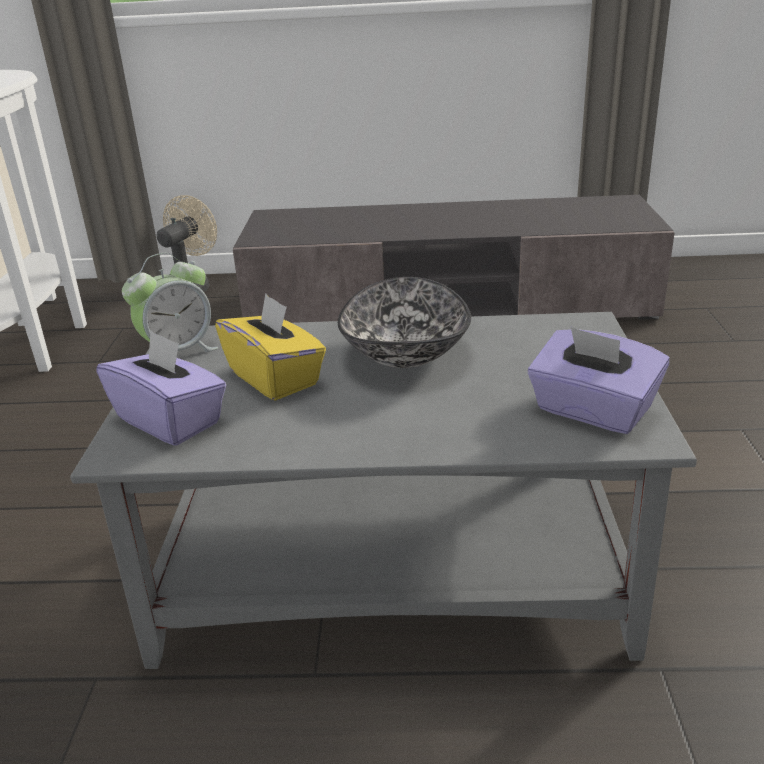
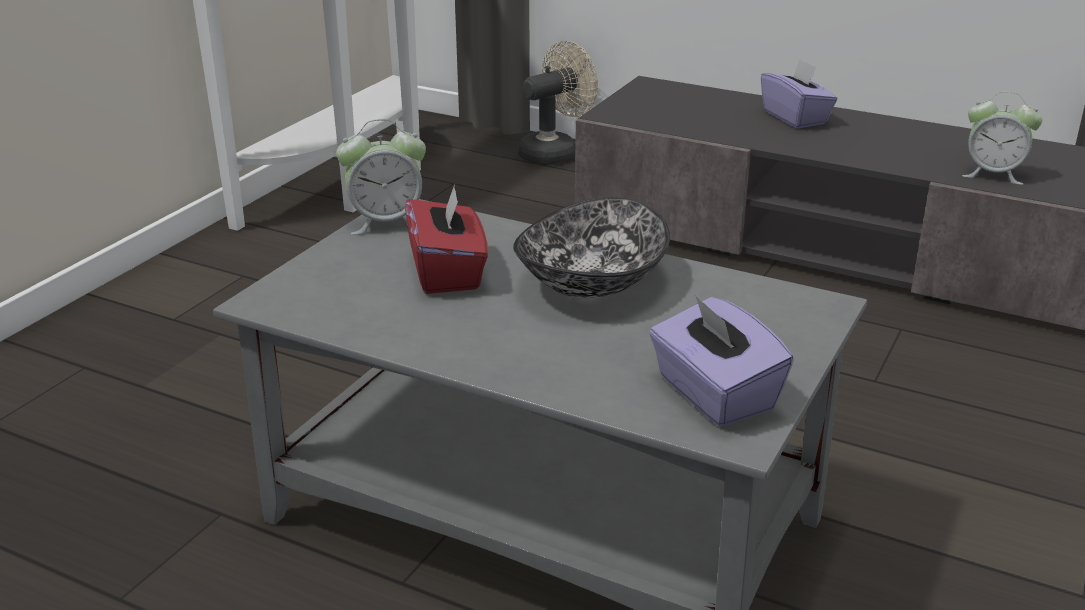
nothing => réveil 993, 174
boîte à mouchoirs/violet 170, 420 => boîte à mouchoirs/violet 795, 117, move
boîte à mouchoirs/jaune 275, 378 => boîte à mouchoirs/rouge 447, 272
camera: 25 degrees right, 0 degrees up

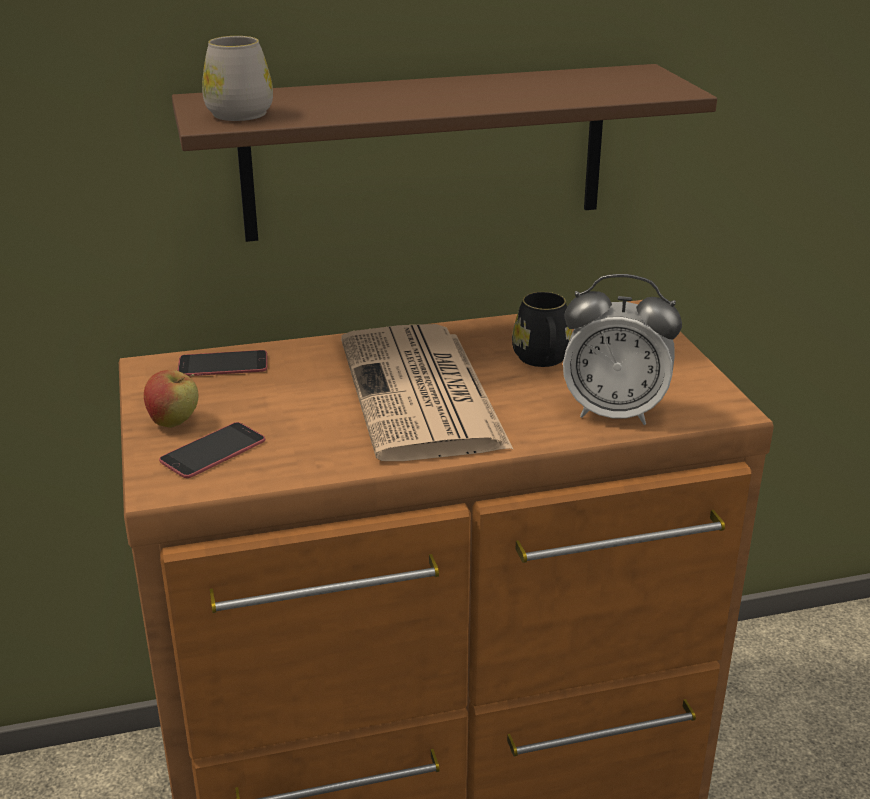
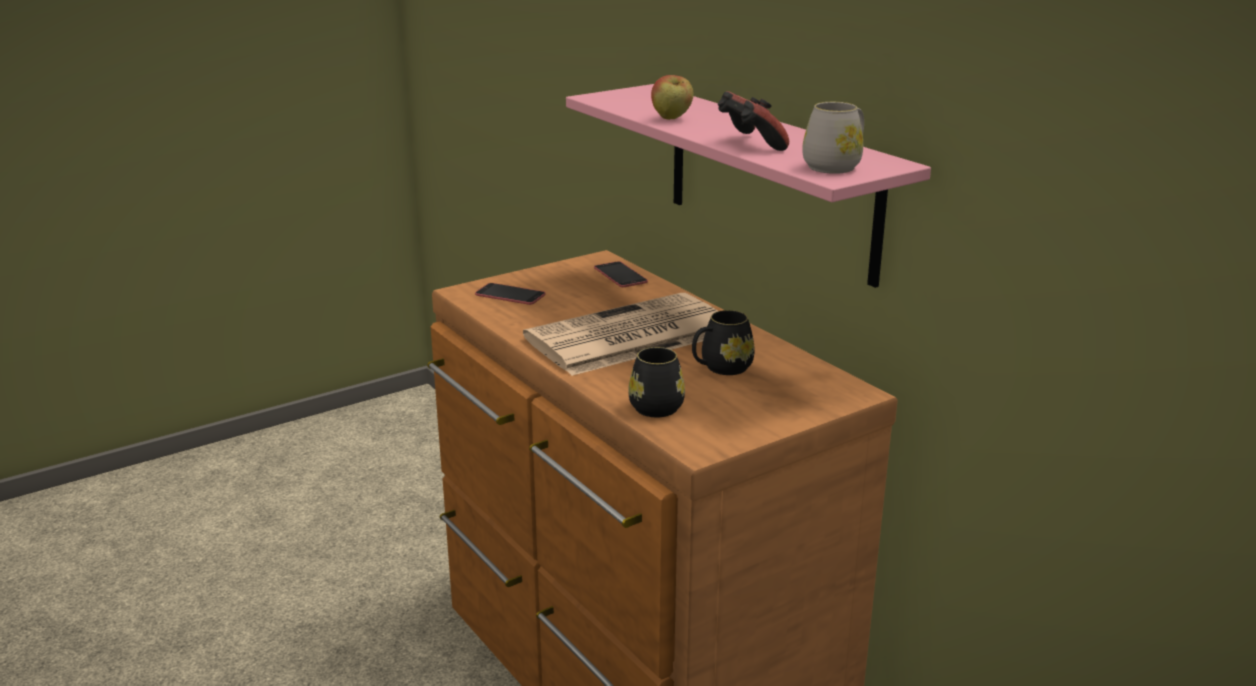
nothing => manette 749, 144
pomme 174, 423 => pomme 672, 119, move
mug/blanc 237, 111 => mug/blanc 836, 166, move
réveil 614, 412 => mug/noir 655, 404
étagère/marron 425, 152 => étagère/rose 770, 181
camera: 70 degrees right, 5 degrees down

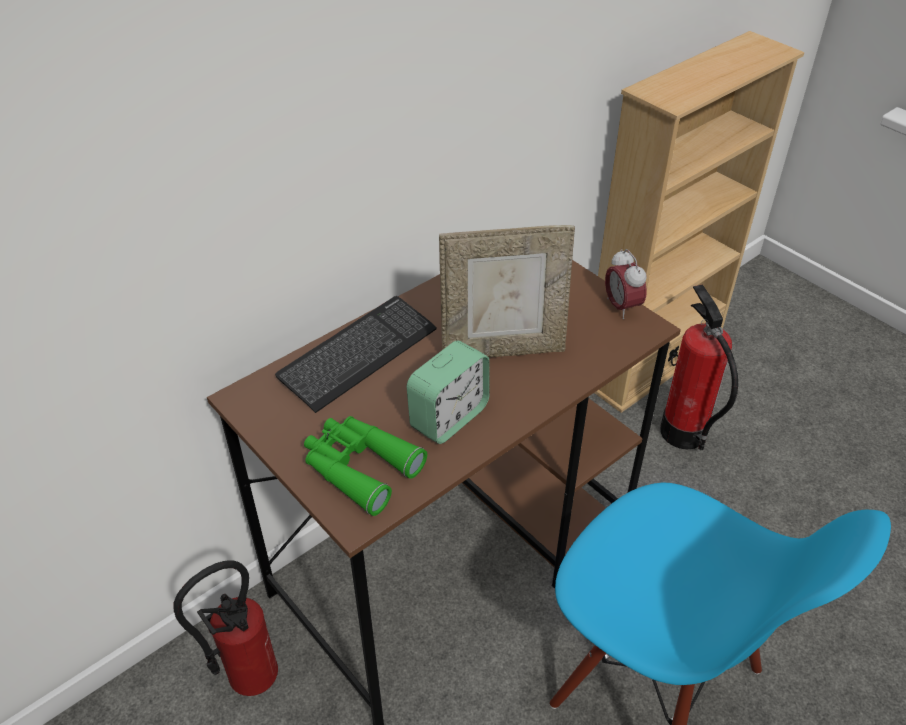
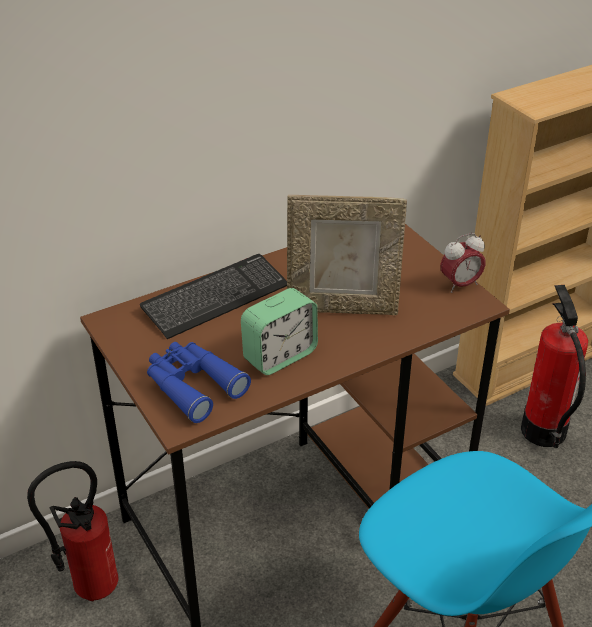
jumelles/vert 359, 468 => jumelles/bleu 192, 386
réveil 621, 307 => réveil 460, 285, 105 degrees counterclockwise
camera: 10 degrees right, 5 degrees down

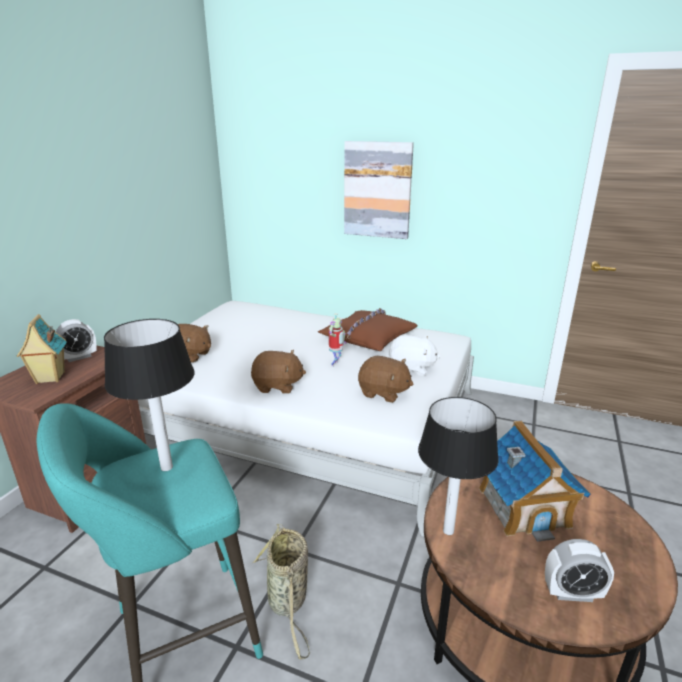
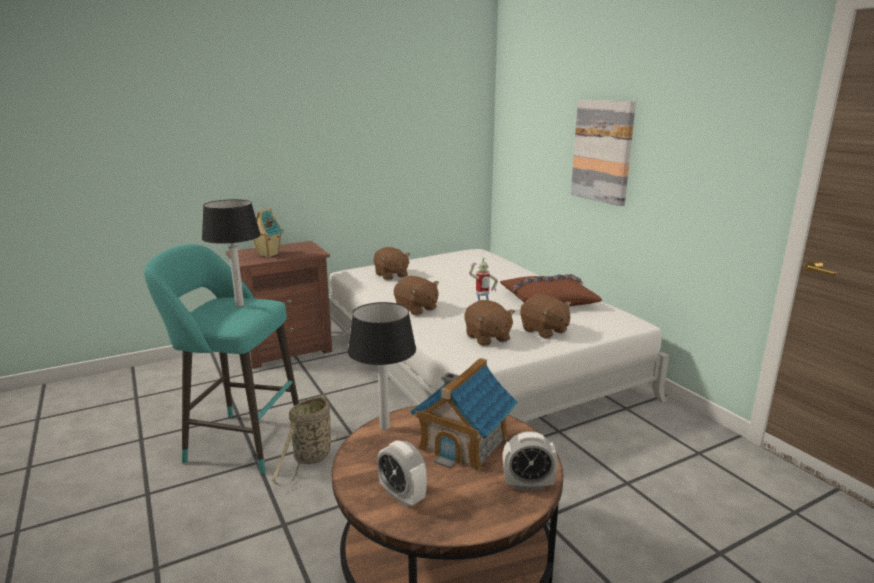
réveil 79, 357 => réveil 528, 484, move
peluche/blanc 411, 368 => peluche/marron 544, 331
camera: 40 degrees right, 5 degrees down

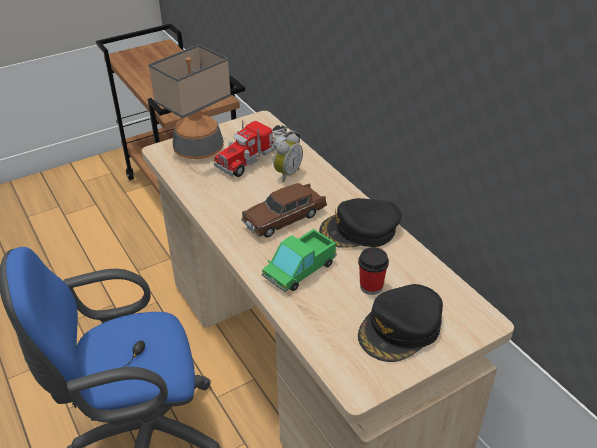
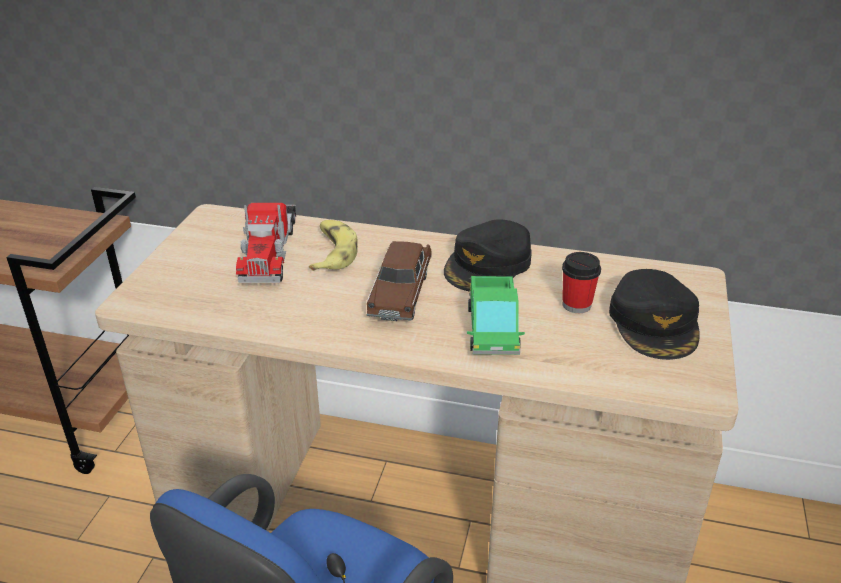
lampe de table 199, 149 => nothing
réveil 286, 174 => banane 332, 252
camera: 45 degrees left, 5 degrees down

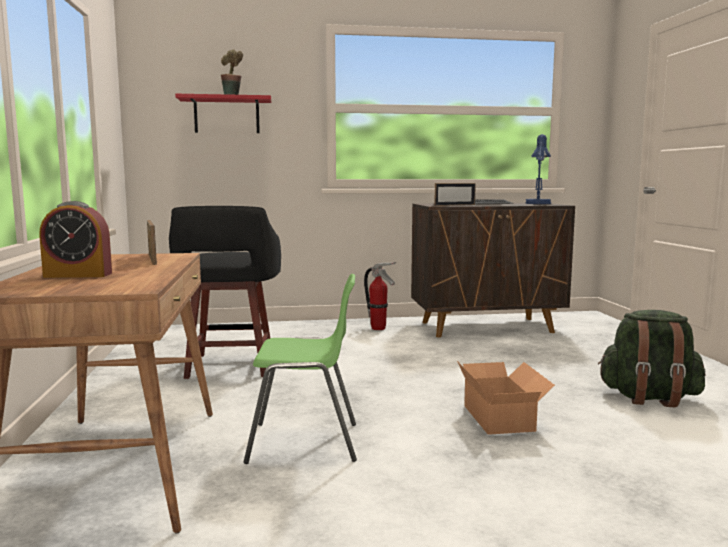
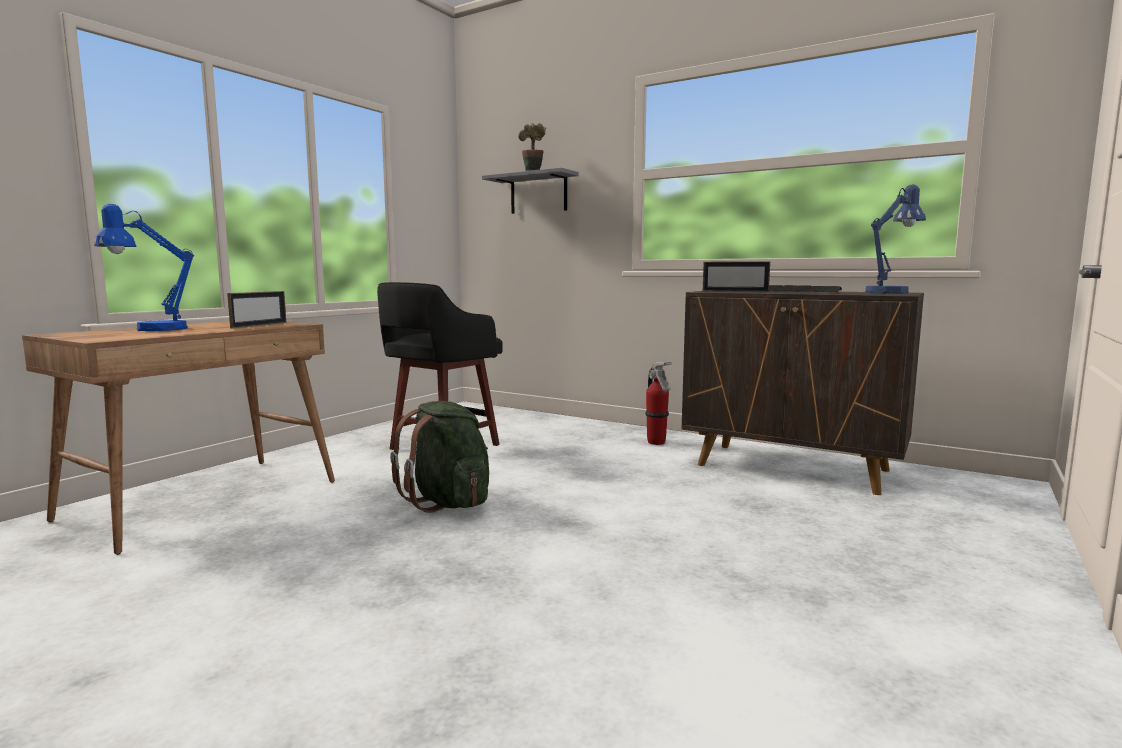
chaise/vert 305, 443 => nothing
carton 500, 417 => nothing
sac à dos/vert 649, 398 => sac à dos/vert 448, 502, move
réveil 78, 275 => lampe de table/bleu 151, 330
étagère/rouge 226, 115 => étagère/gris 538, 194
camera: 40 degrees right, 0 degrees up

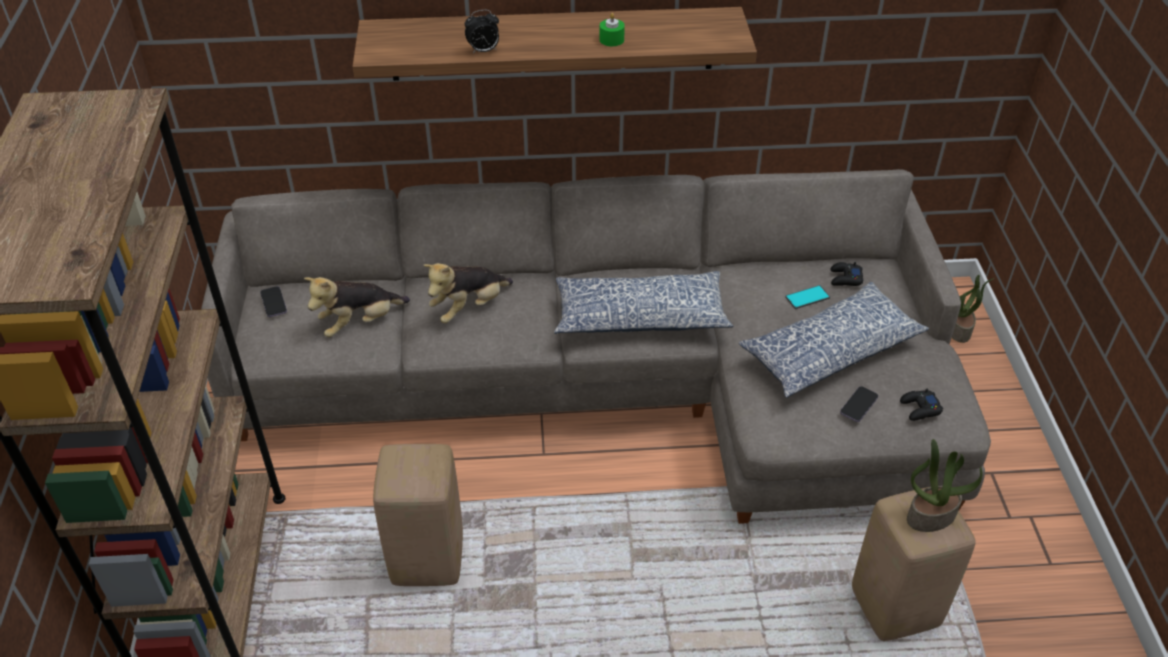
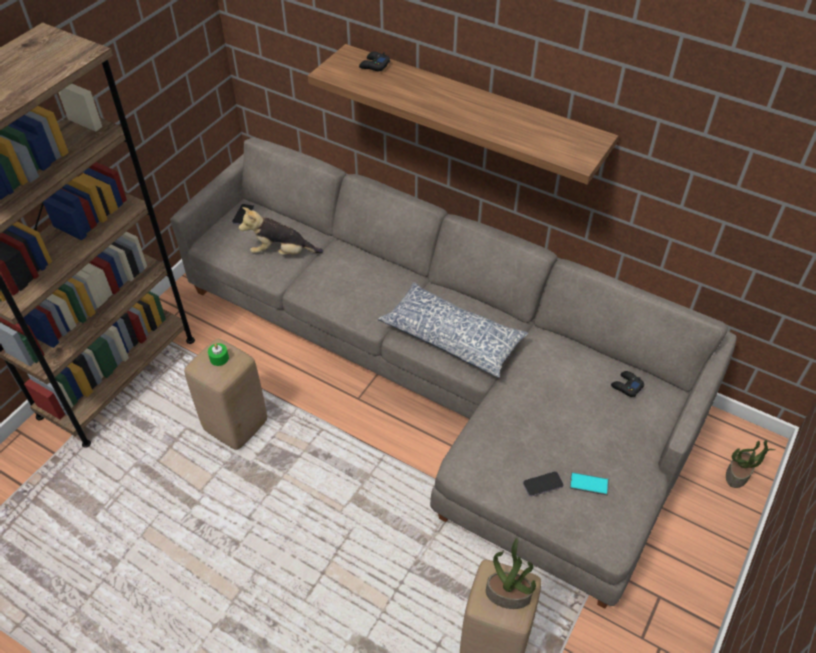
peluche 469, 307 => nothing
réveil 483, 51 => nothing
coussin 829, 351 => nothing
bougie/vert 611, 39 => bougie/vert 219, 358, move
téléphone 807, 297 => téléphone 589, 484, move
manette/noir 920, 409 => manette/noir 374, 65, move
camera: 35 degrees right, 5 degrees up

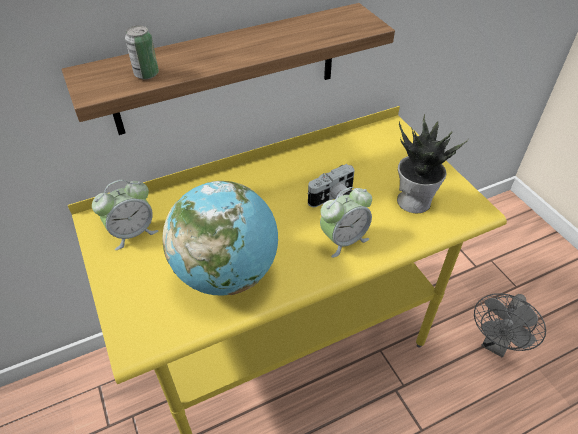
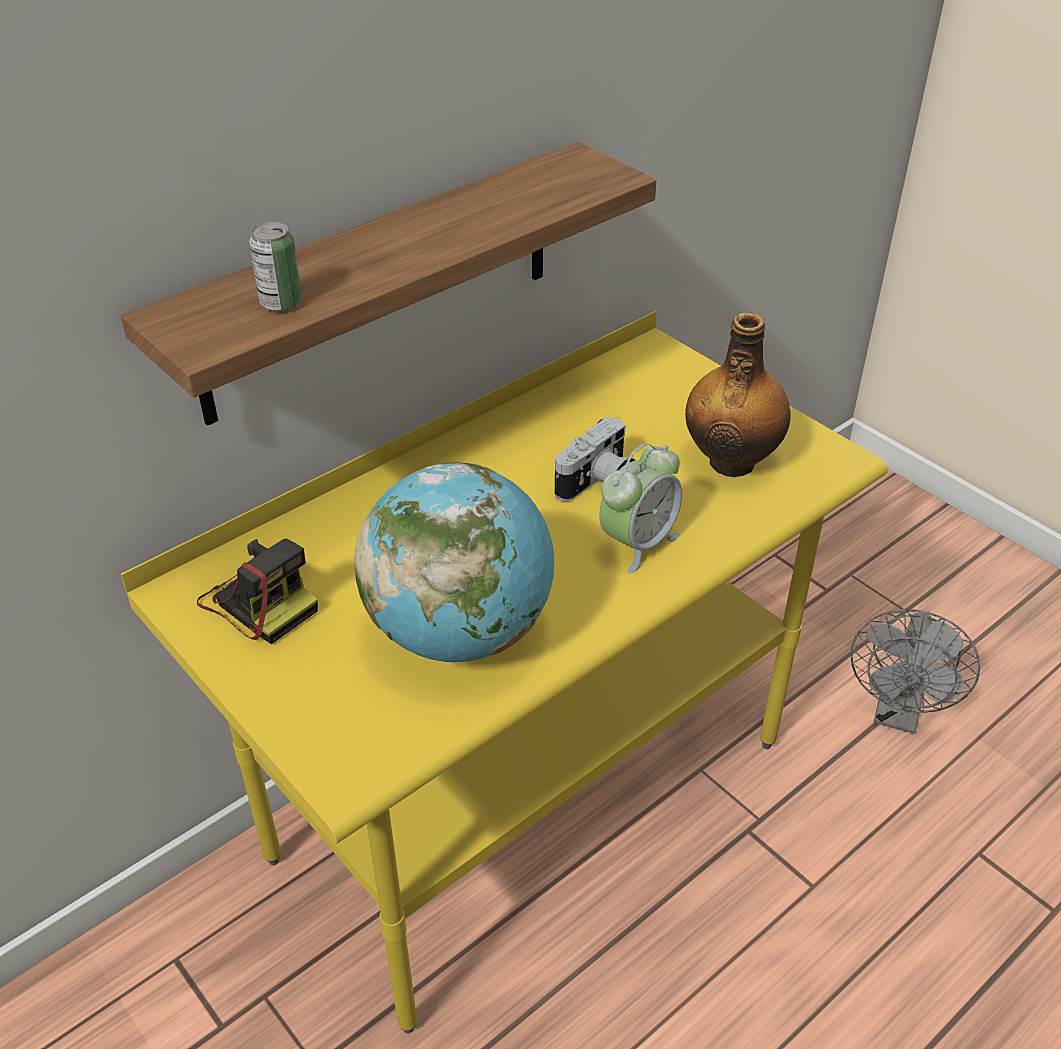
réveil 132, 232 => appareil photo 259, 601
plante en pot 414, 200 => bouteille 732, 460
camera: 15 degrees left, 5 degrees down

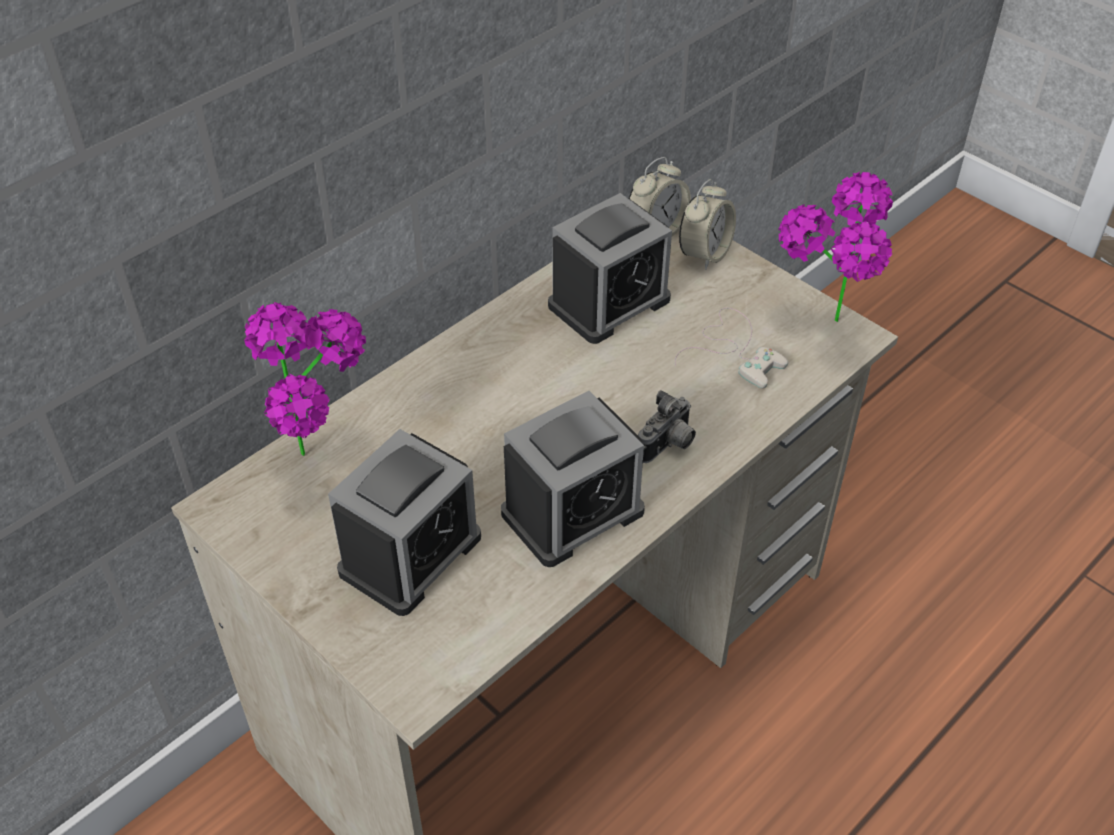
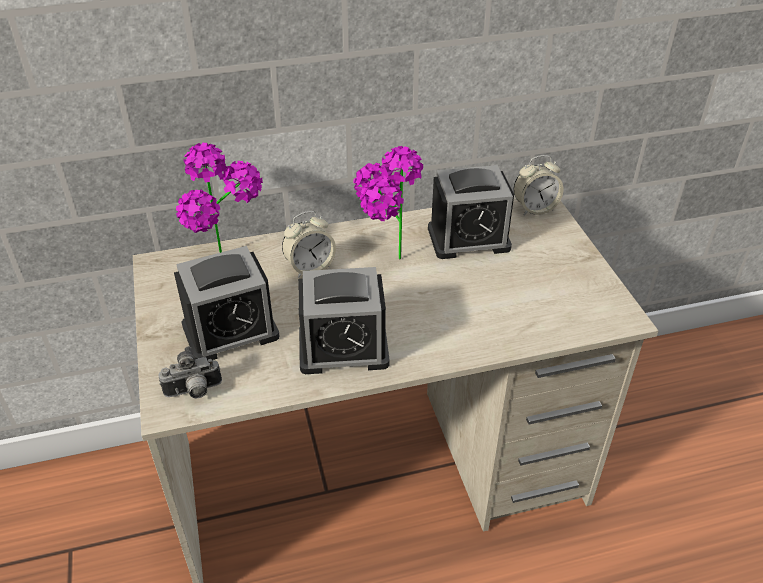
manette/blanc 734, 350 => nothing
appareil photo 668, 446 => appareil photo 194, 392, move
réveil 705, 254 => réveil 310, 267, move
plante en pot 823, 331 => plante en pot 384, 261, move
camera: 30 degrees right, 5 degrees down

